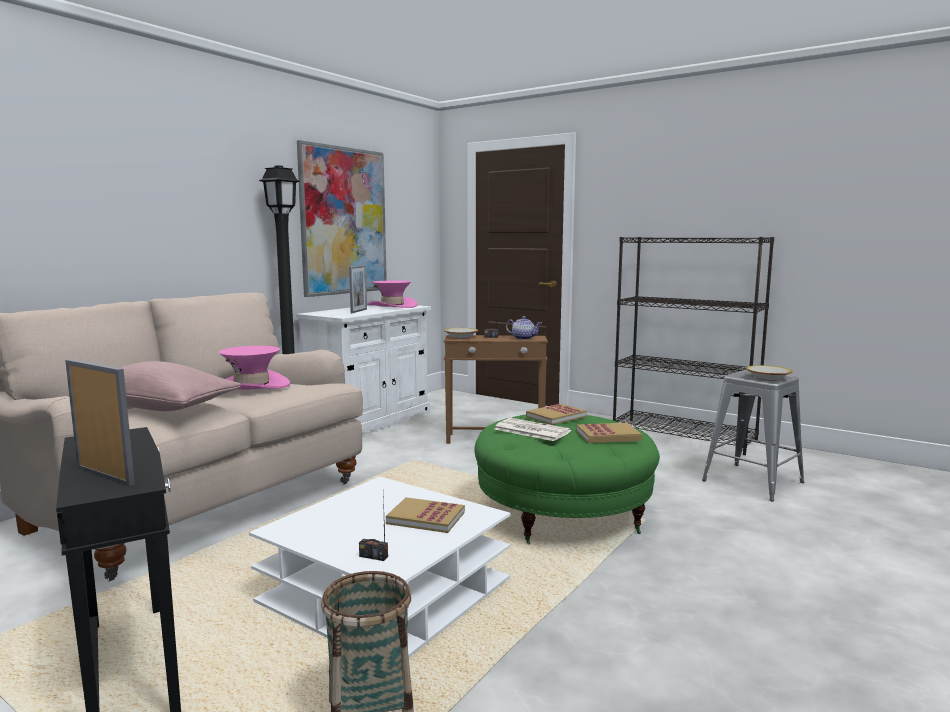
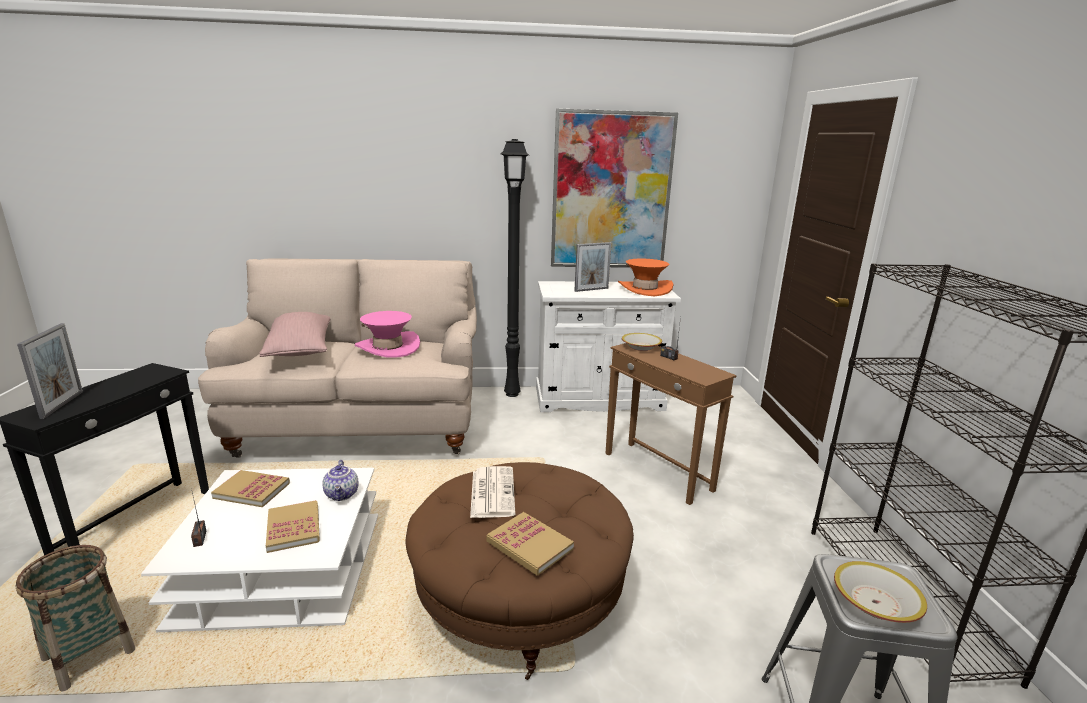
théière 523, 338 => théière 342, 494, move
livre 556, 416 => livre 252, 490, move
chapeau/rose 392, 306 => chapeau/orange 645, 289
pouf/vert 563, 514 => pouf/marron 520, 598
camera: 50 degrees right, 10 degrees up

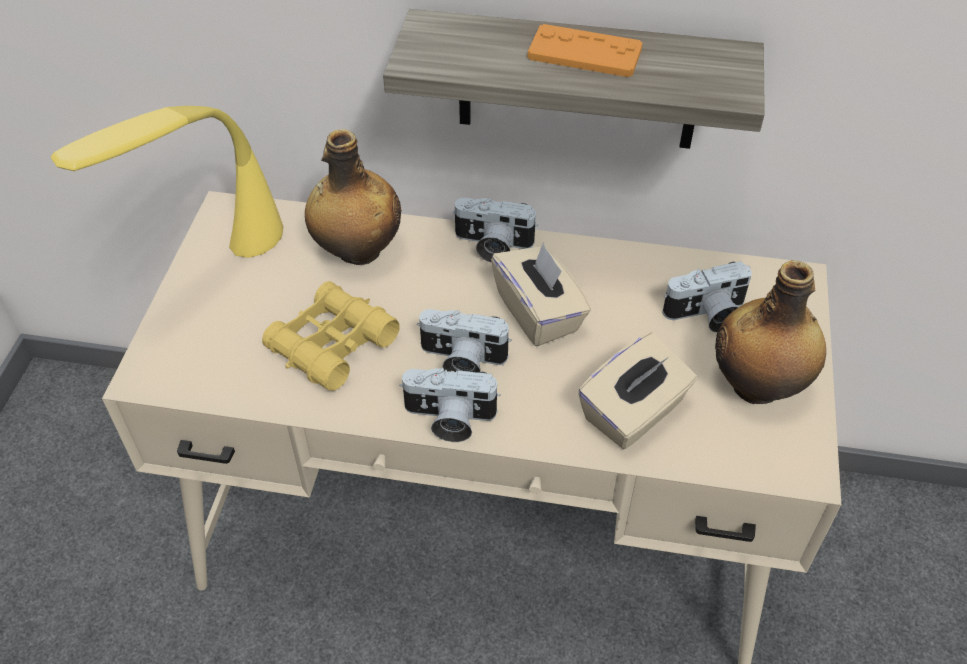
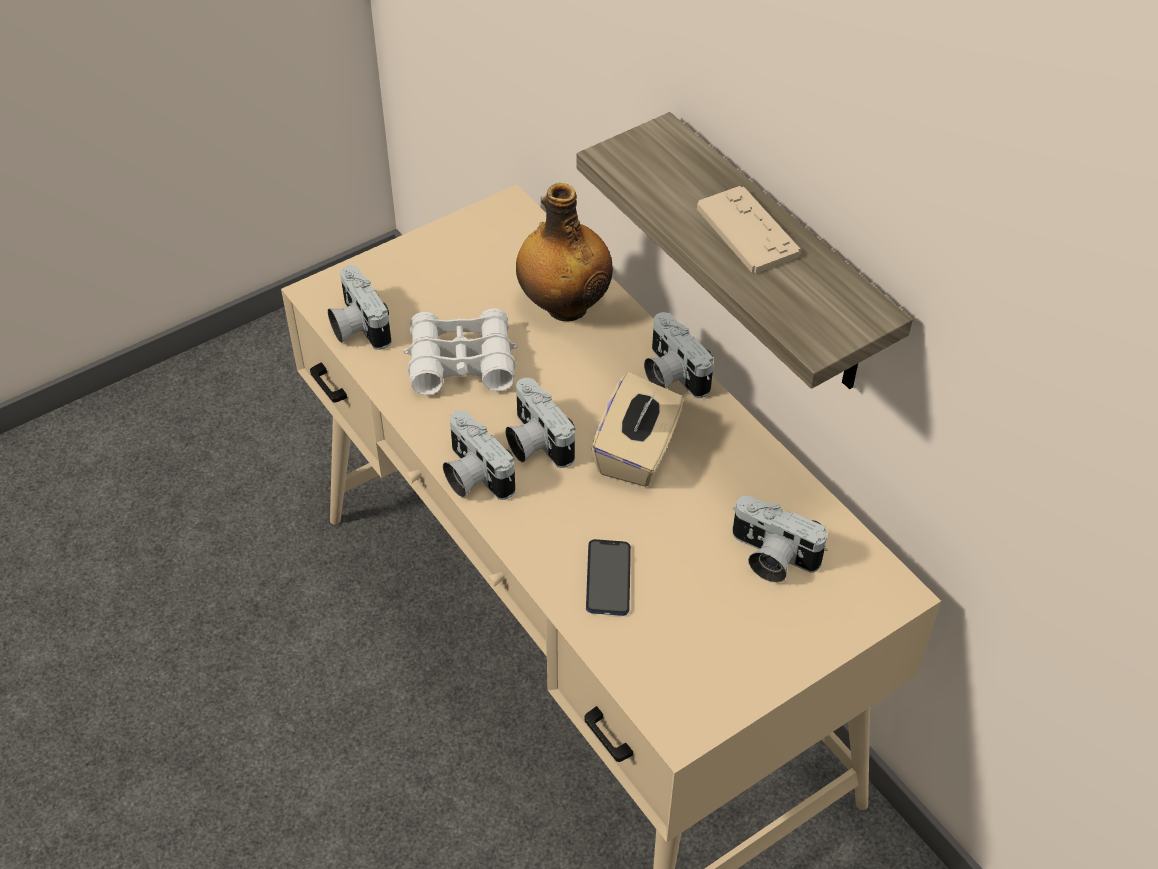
lampe de table/jaune 208, 279 => nothing
bouteille 758, 386 => nothing
nothing => appareil photo 357, 326
boîte à mouchoirs/beige 633, 413 => téléphone 608, 579
jumelles/jaune 332, 345 => jumelles/blanc 461, 362
manette/orange 584, 53 => manette/beige 747, 231
camera: 45 degrees right, 0 degrees up

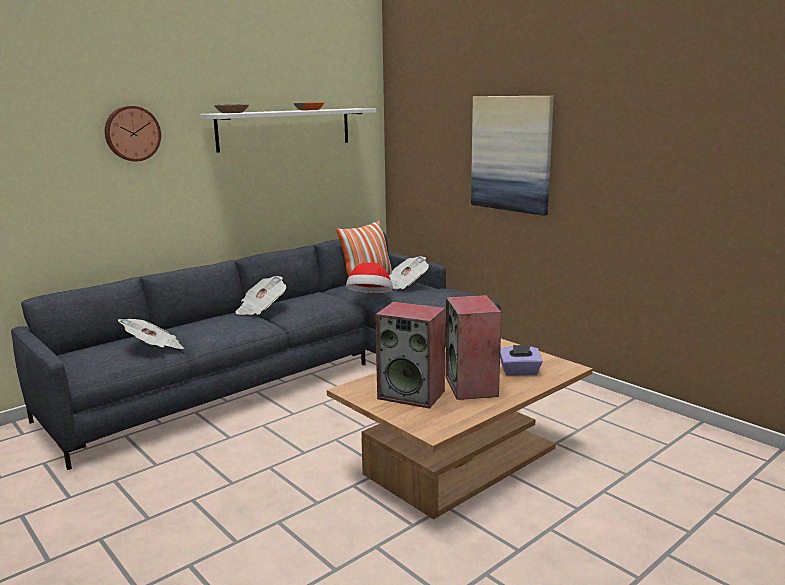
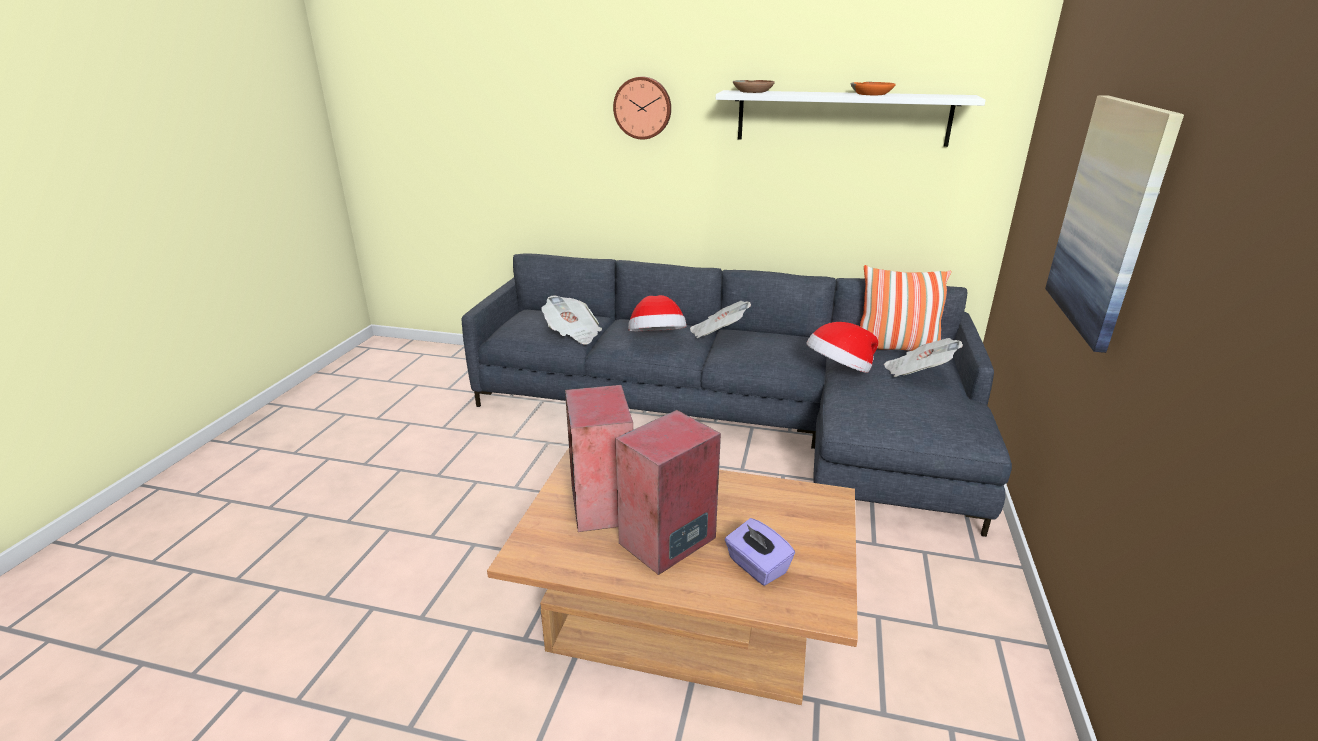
nothing => chapeau 657, 340
camera: 55 degrees right, 10 degrees up

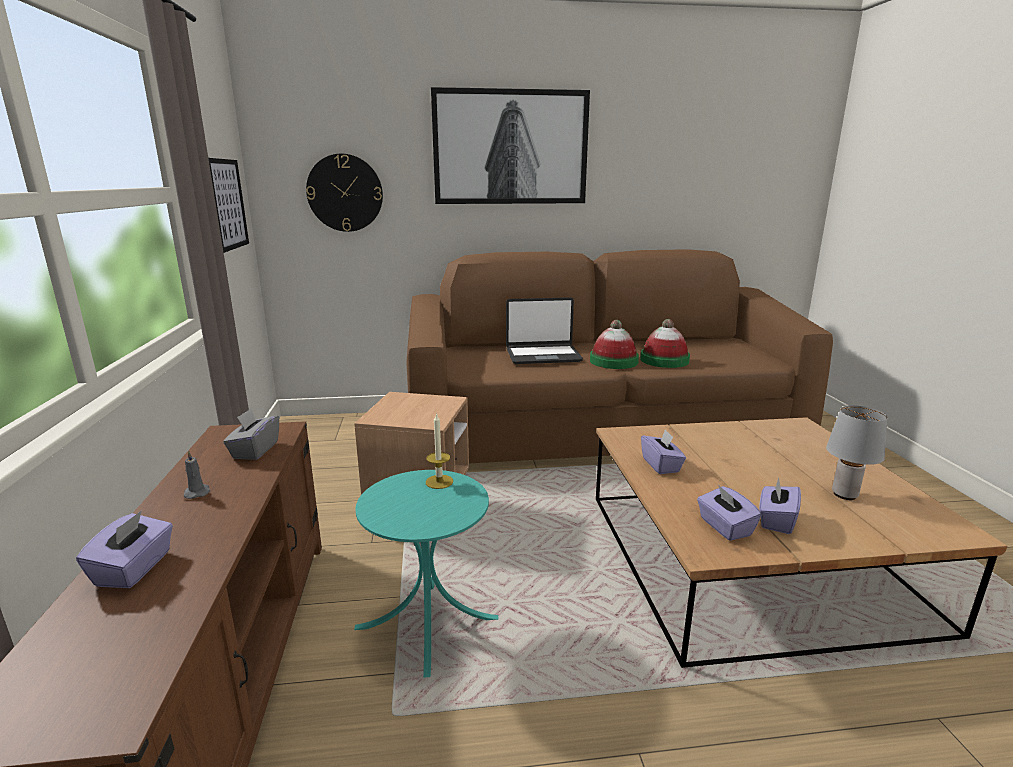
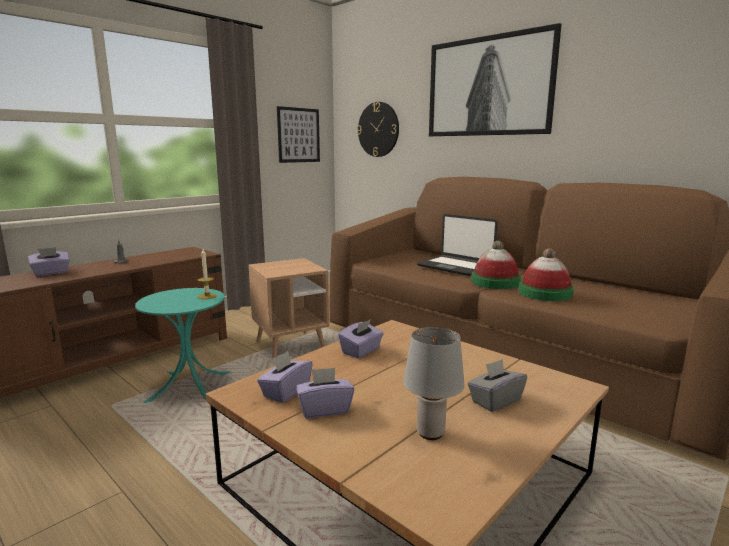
boîte à mouchoirs/gris 255, 450 => boîte à mouchoirs/gris 495, 401, move
camera: 50 degrees right, 5 degrees down

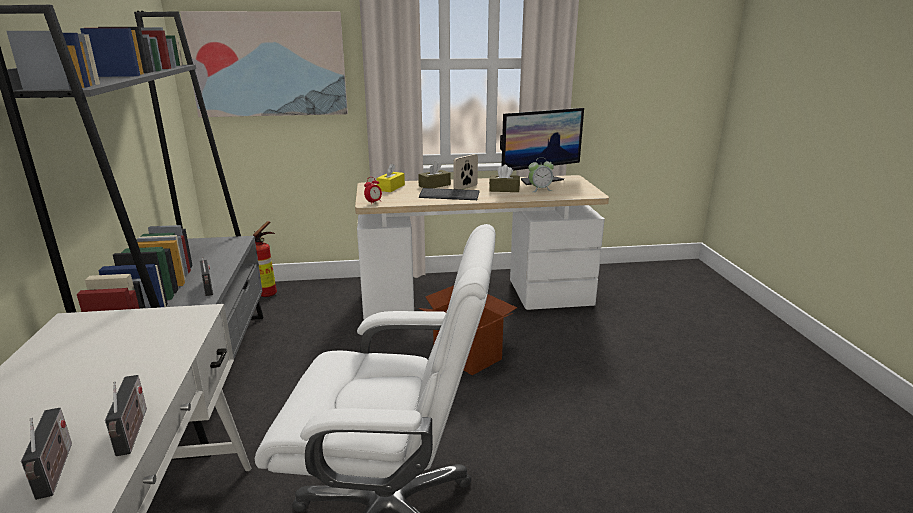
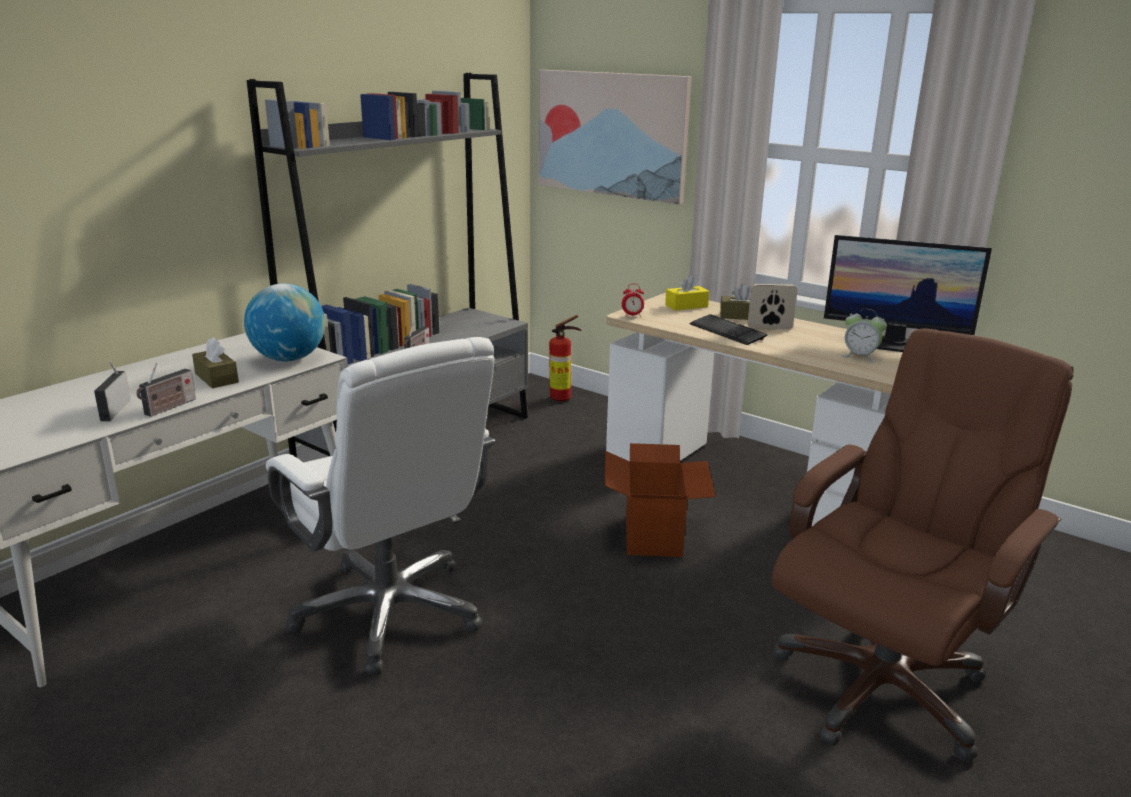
nothing => globe 289, 359
nothing => chaise de bureau/marron 882, 686
boîte à mouchoirs/marron 504, 189 => boîte à mouchoirs/marron 216, 378, move
radio 55, 472 => radio 116, 409, 150 degrees clockwise
camera: 45 degrees right, 0 degrees up

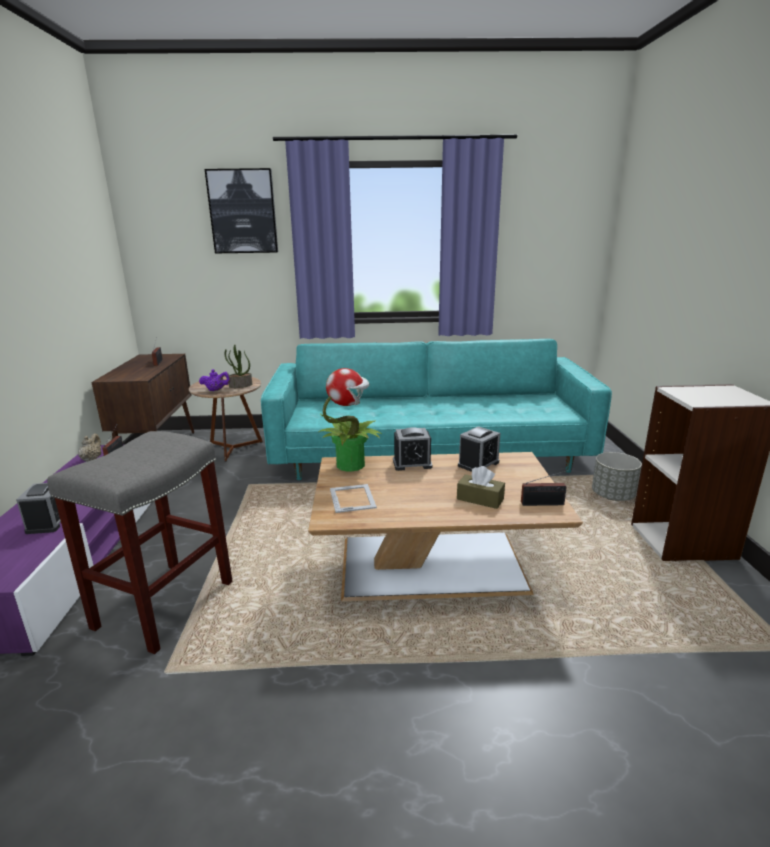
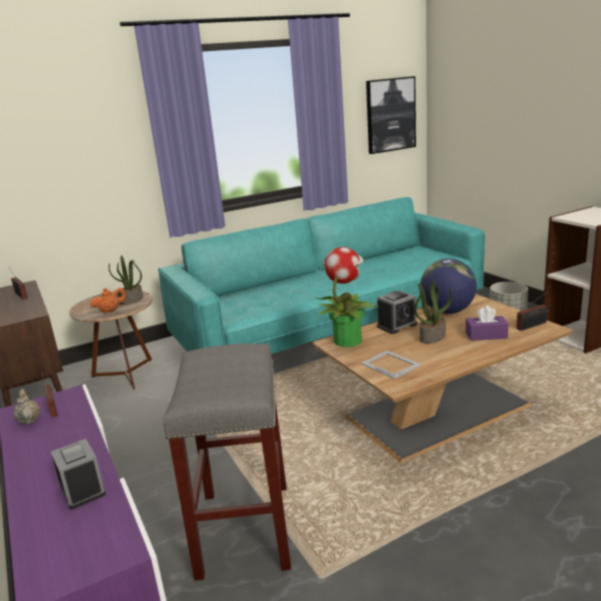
nothing => plante en pot 432, 337
tableau 243, 212 => tableau 390, 115, move
réveil 478, 464 => globe 447, 311
théière/violet 216, 390 => théière/orange 110, 311
boîte à mouchoirs/marron 480, 499 => boîte à mouchoirs/violet 486, 335
camera: 25 degrees left, 0 degrees up

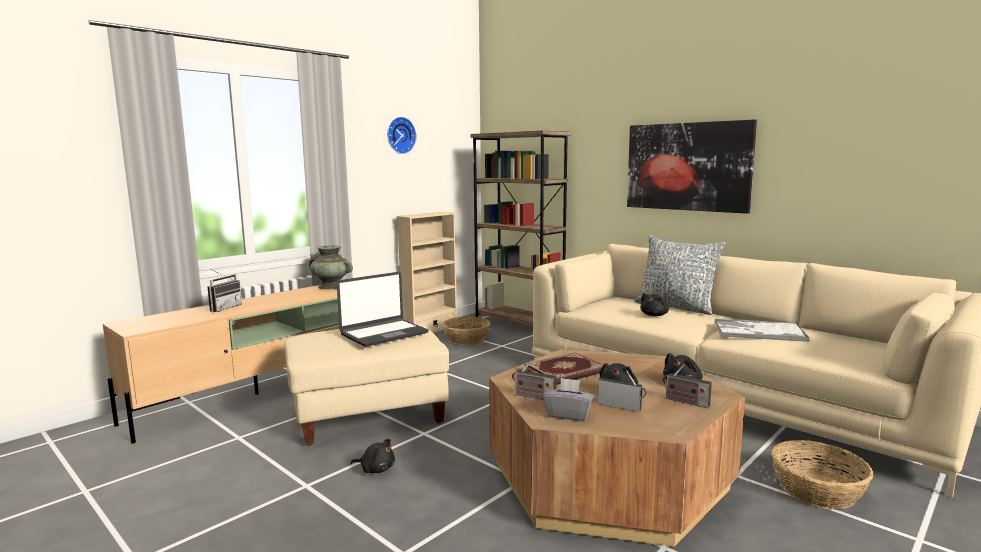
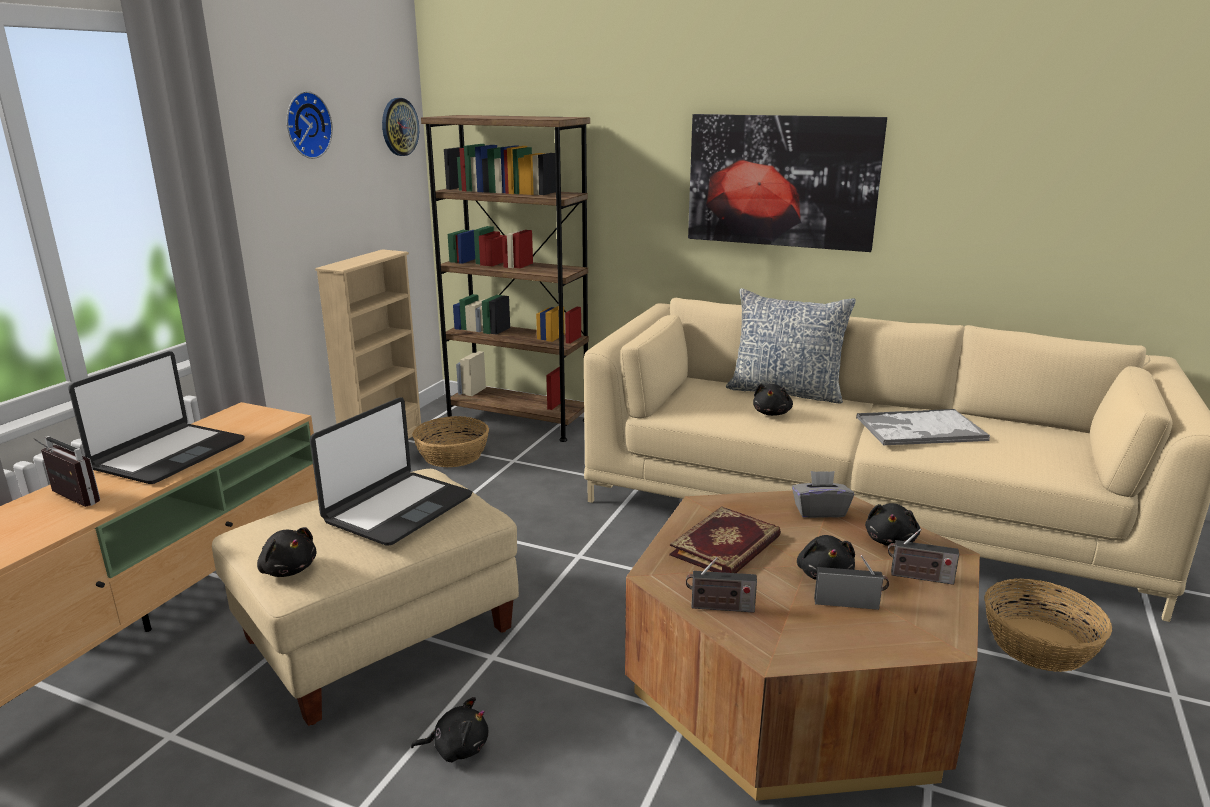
vase/turquoise 331, 286 => nothing
nothing => ordinateur portable 168, 455
nothing => peluche/noir 288, 569
nothing => horloge murale 399, 127
boîte à mouchoirs/gris 568, 415 => boîte à mouchoirs/gris 819, 511, move
radio 223, 308 => radio 67, 500, 60 degrees counterclockwise
camera: 20 degrees left, 10 degrees up

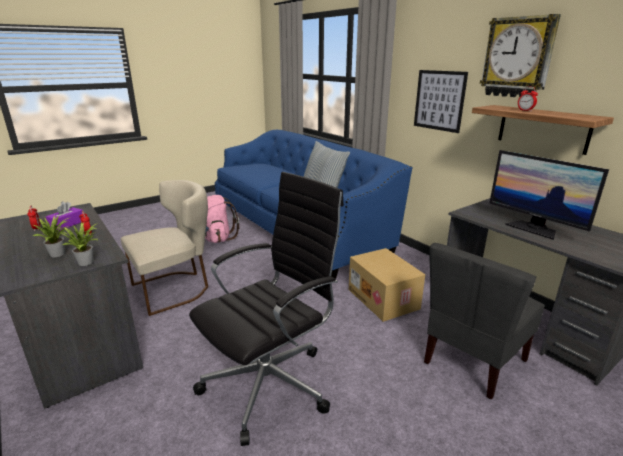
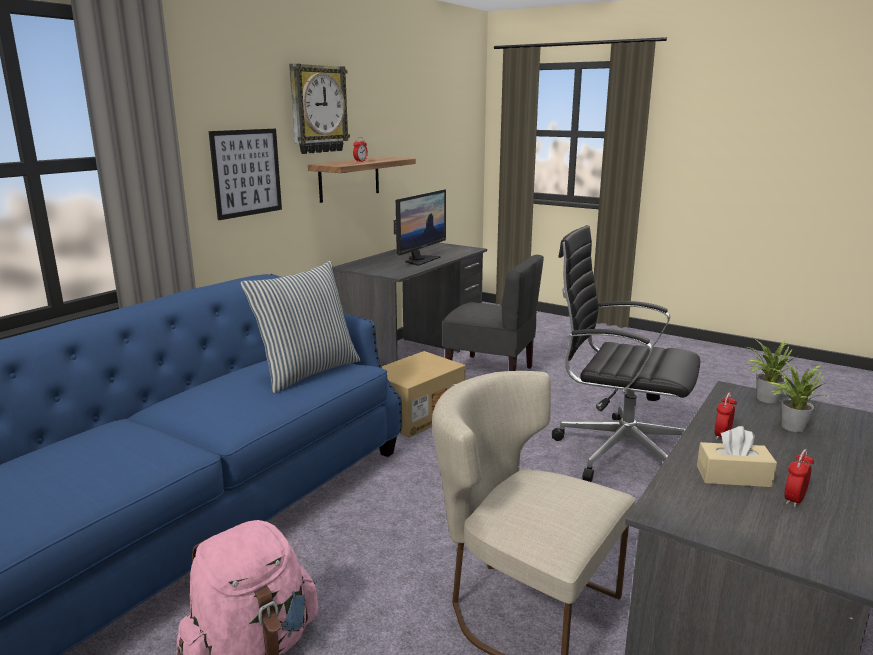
boîte à mouchoirs/violet 67, 224 => boîte à mouchoirs/beige 733, 476
camera: 110 degrees left, 5 degrees down

